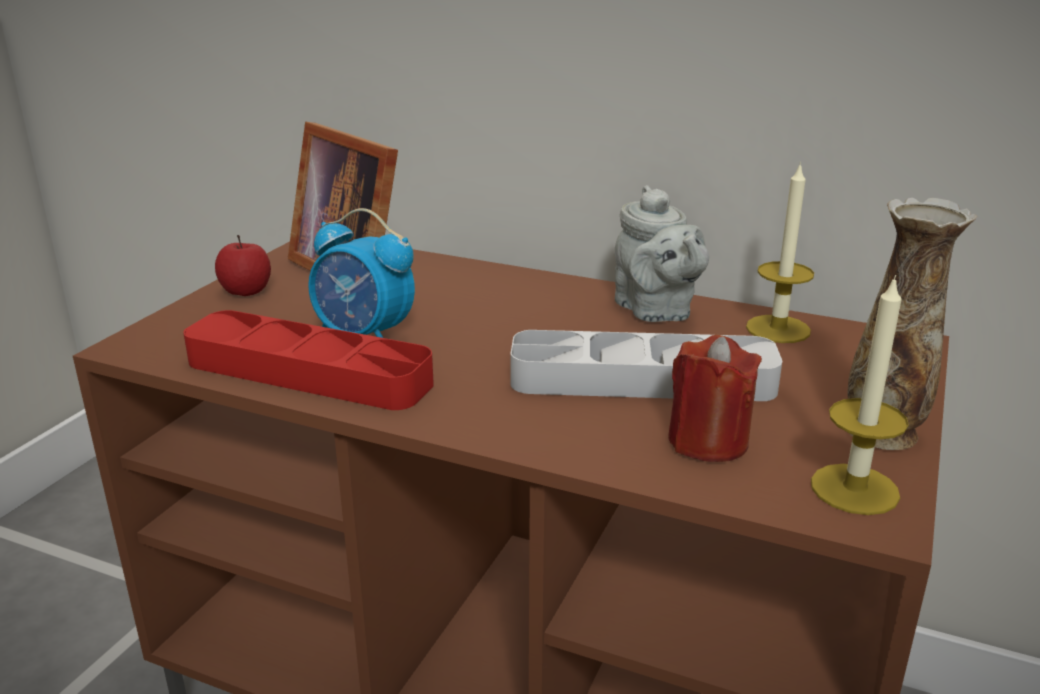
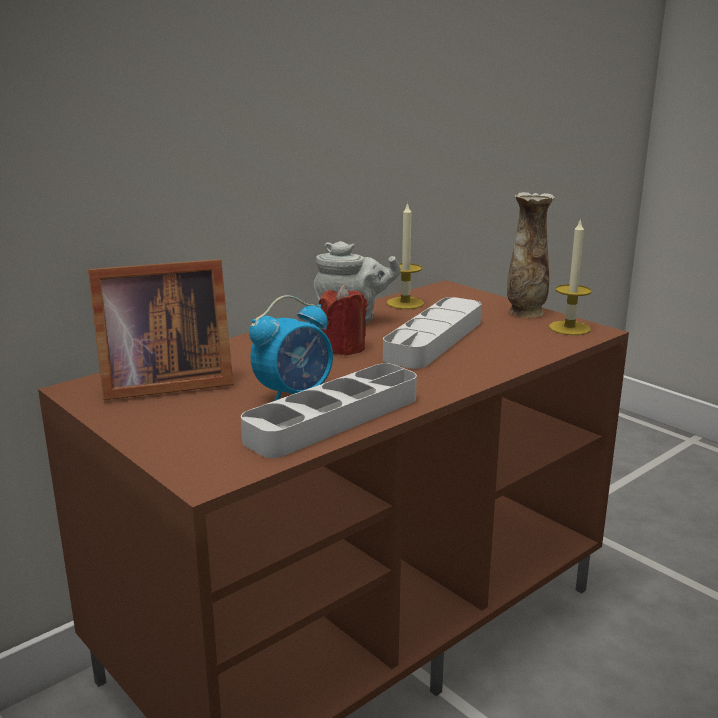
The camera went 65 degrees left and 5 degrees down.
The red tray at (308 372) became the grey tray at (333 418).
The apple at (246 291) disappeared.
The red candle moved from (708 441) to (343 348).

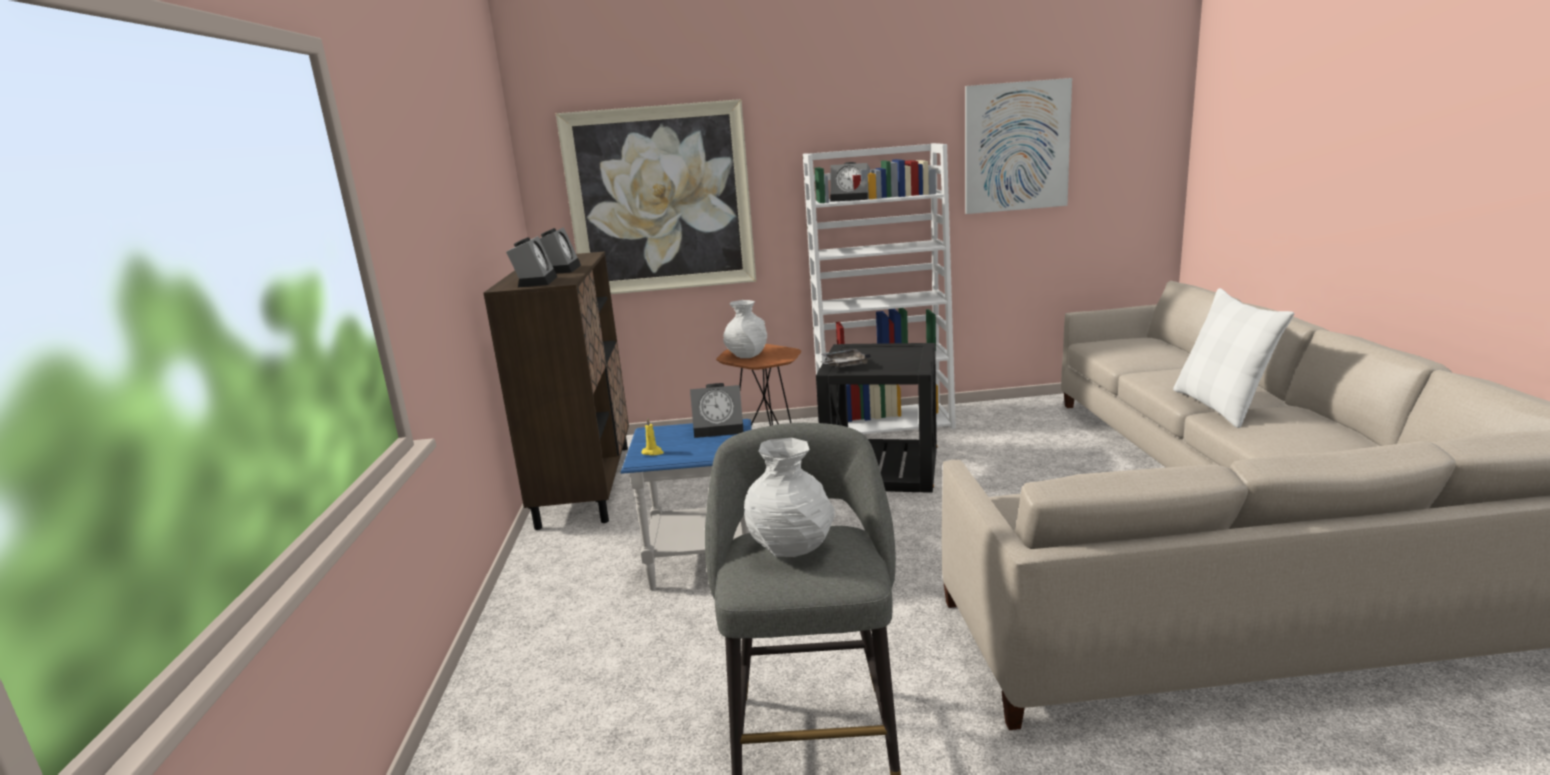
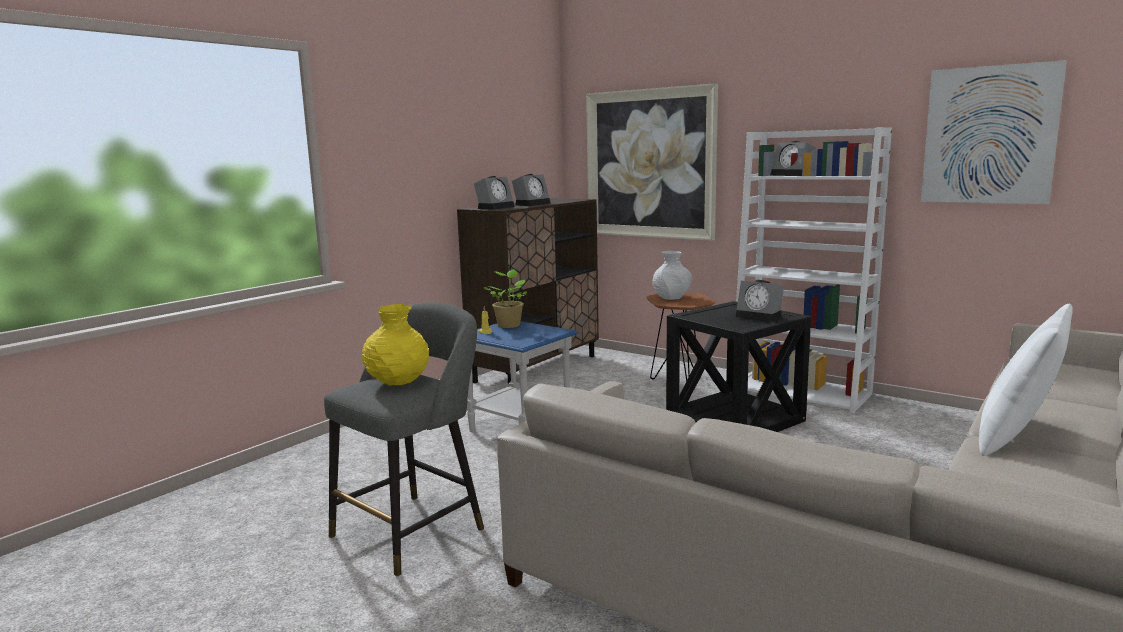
The camera went 40 degrees right and 5 degrees down.
The alarm clock moved from (720 428) to (760 316).
The white vase at (792 547) became the yellow vase at (398 381).
The grey tray at (844 365) disappeared.
The potted plant at (509 325) appeared.

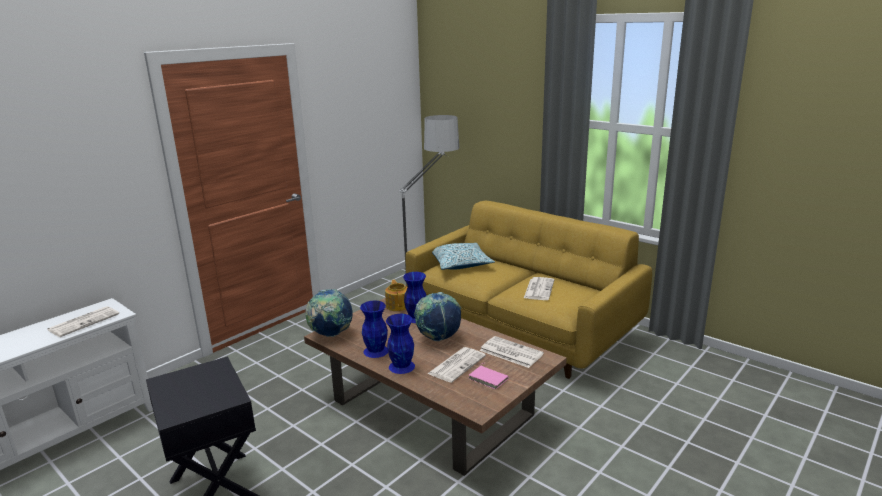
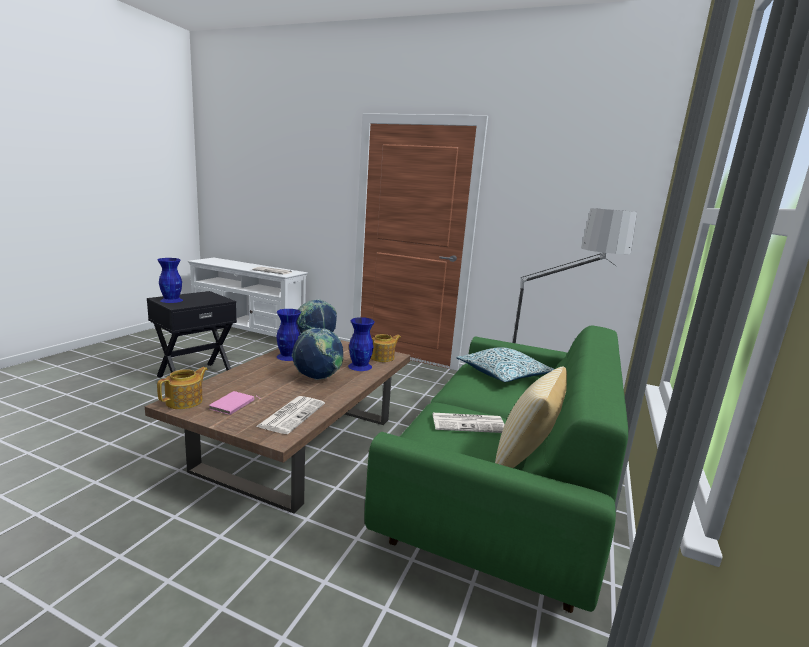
The camera went 70 degrees right and 5 degrees down.
The blue vase moved from (402 366) to (172 300).
The yellow sofa at (522 328) became the green sofa at (502 490).
The newspaper at (457 364) disappeared.
The teapot at (185 401) appeared.
The pillow at (525 461) appeared.

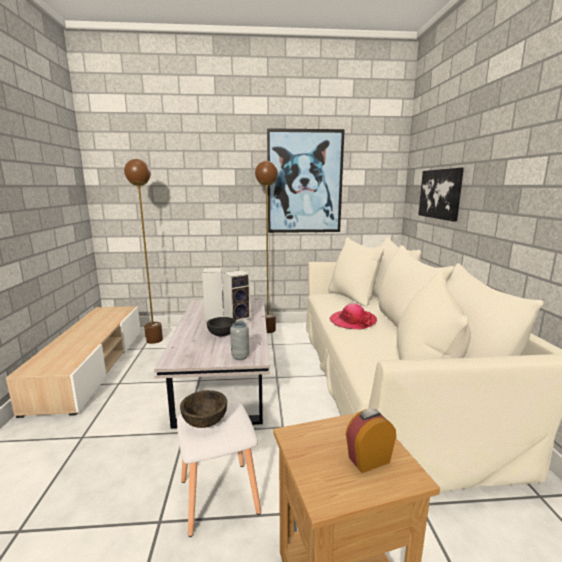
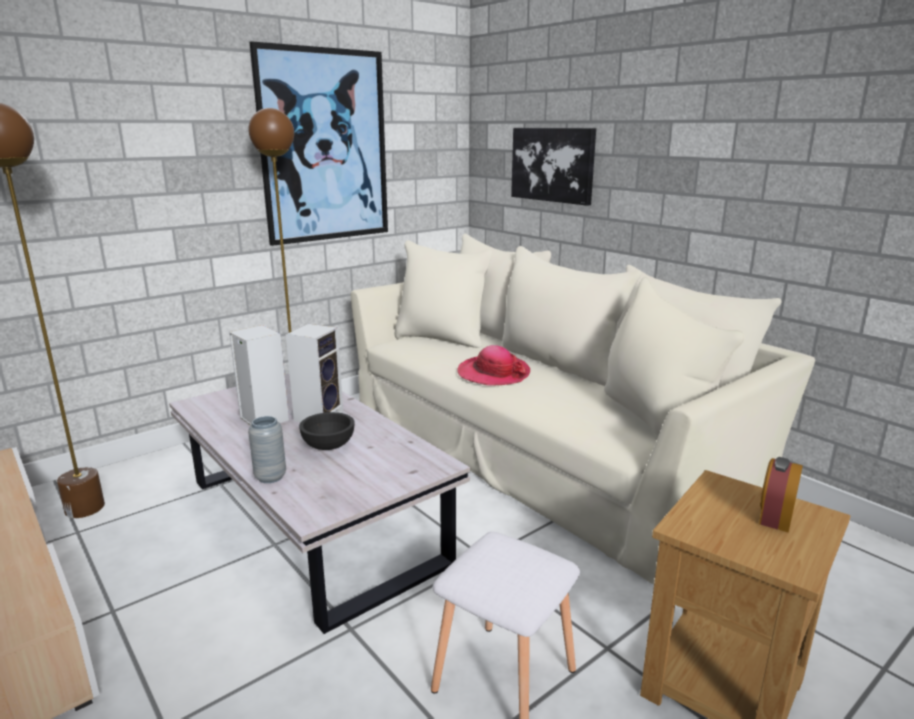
The camera went 35 degrees left and 5 degrees up.
The brown bowl at (205 421) disappeared.
The grey vase moved from (240 357) to (270 477).

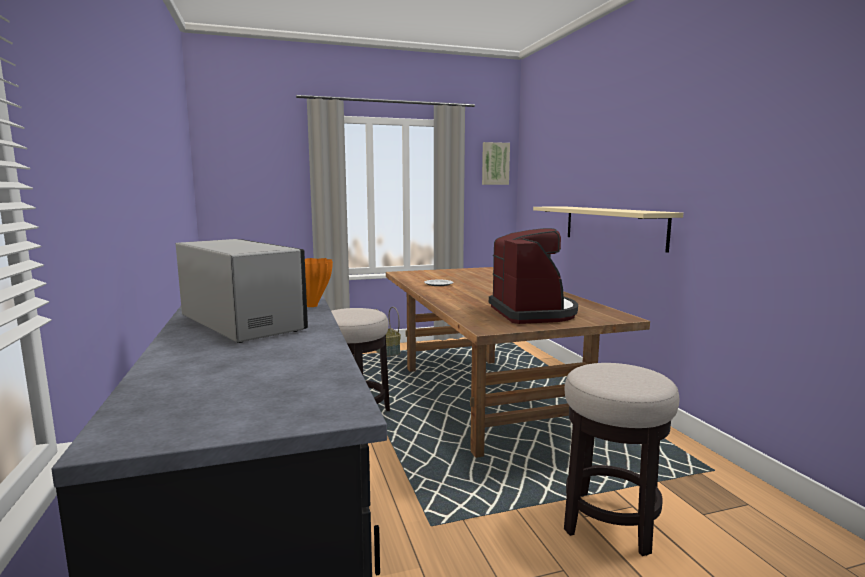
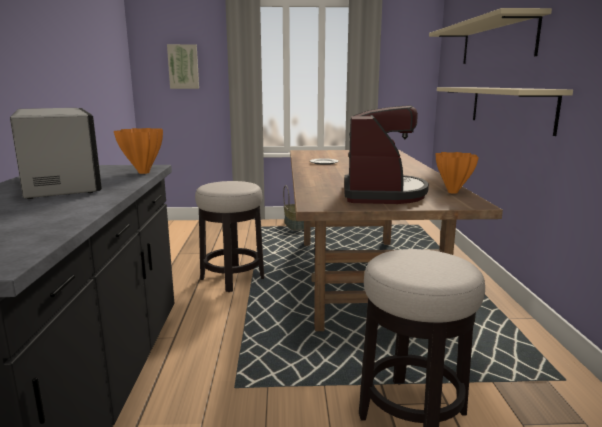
The camera went 15 degrees right and 5 degrees up.
The picture moved from (495 163) to (183 66).
The beige shelf at (496 42) appeared.
The orange vase at (453 192) appeared.

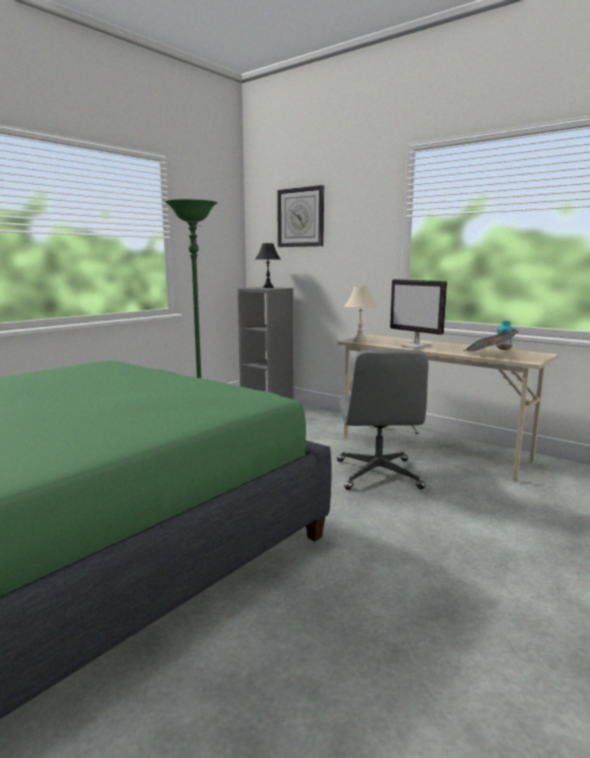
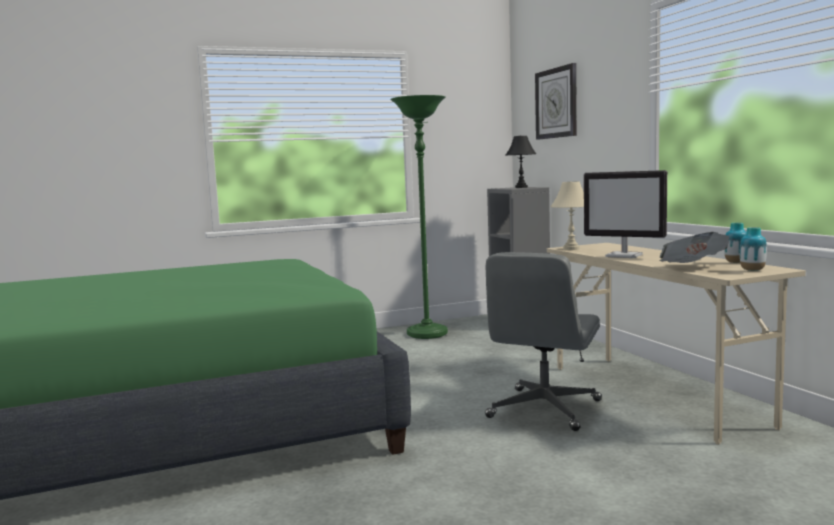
The camera went 30 degrees right and 5 degrees down.
The monitor at (416 346) turned 45 degrees counterclockwise.
The vase at (752 270) appeared.

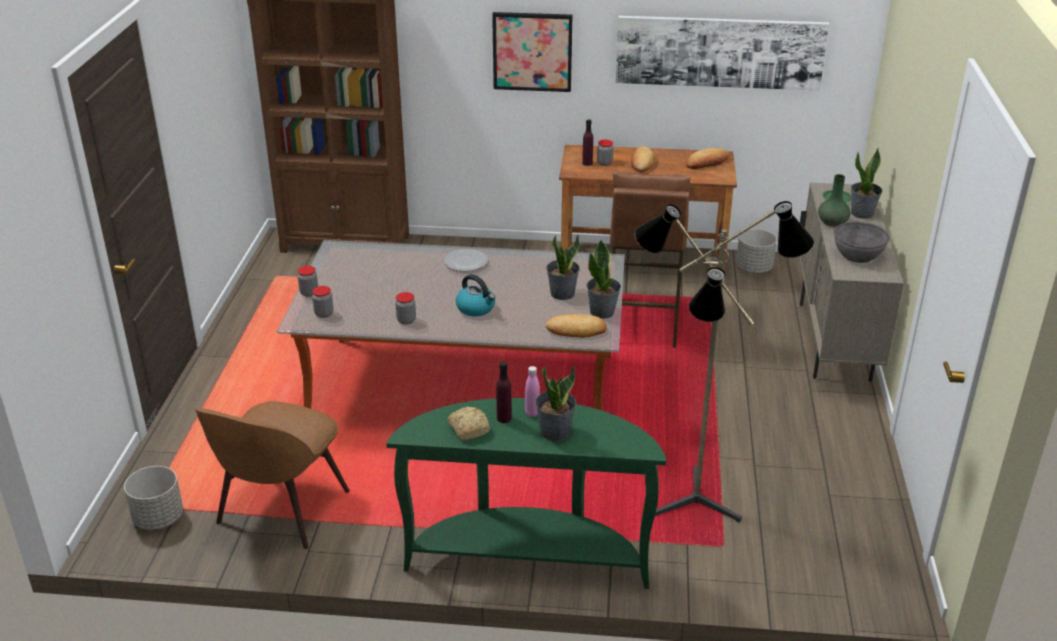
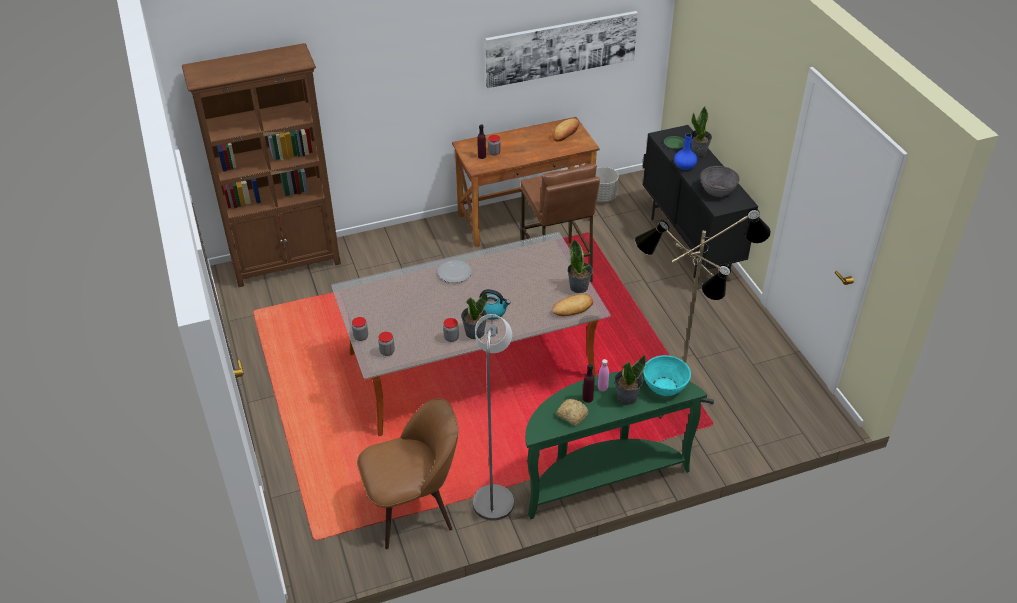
The camera went 25 degrees left and 10 degrees up.
The grey planter at (158 518) disappeared.
The brown chair at (280 511) turned 105 degrees counterclockwise.
The picture at (532 51) disappeared.
The potted plant moved from (562 293) to (474 332).
The bread at (641 163) disappeared.
The beige cabinet at (834 342) became the black cabinet at (690 244).
The green vase at (832 222) became the blue vase at (684 166).
The grey floor lamp at (494 496) appeared.
The turquoise bowl at (665 386) appeared.

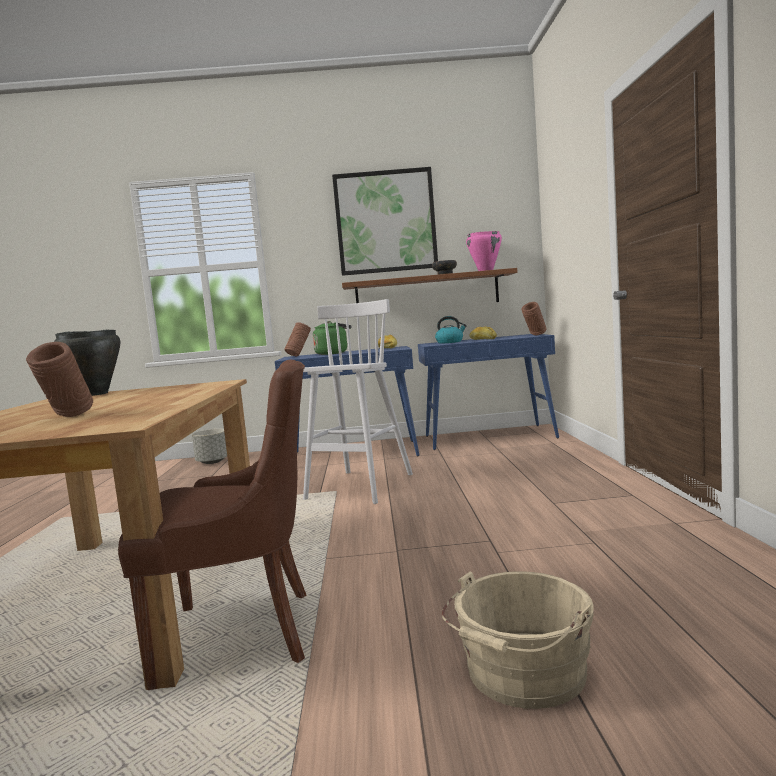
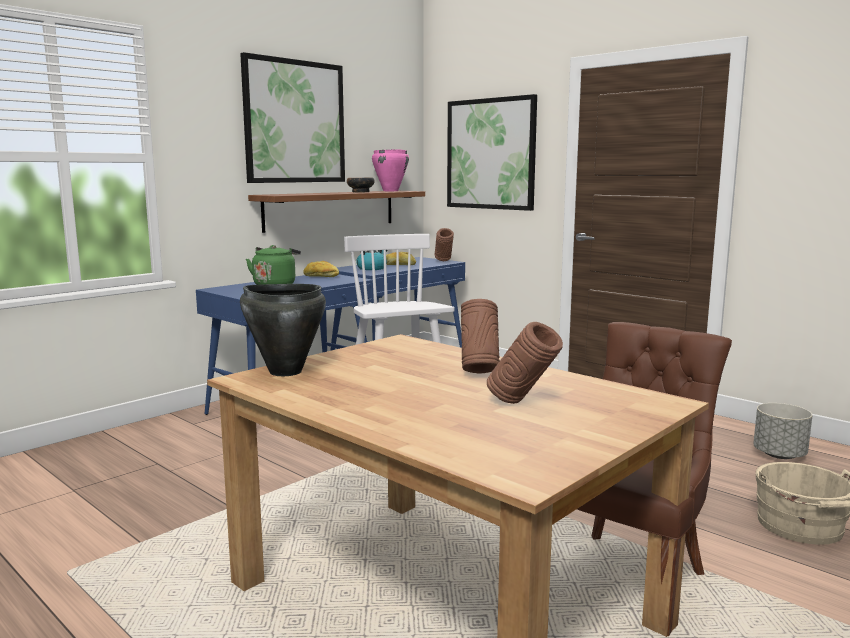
The camera went 45 degrees left and 5 degrees up.
The grey planter moved from (212 462) to (779 455).
The brown vase moved from (299 356) to (479 371).
The picture at (491 154) appeared.

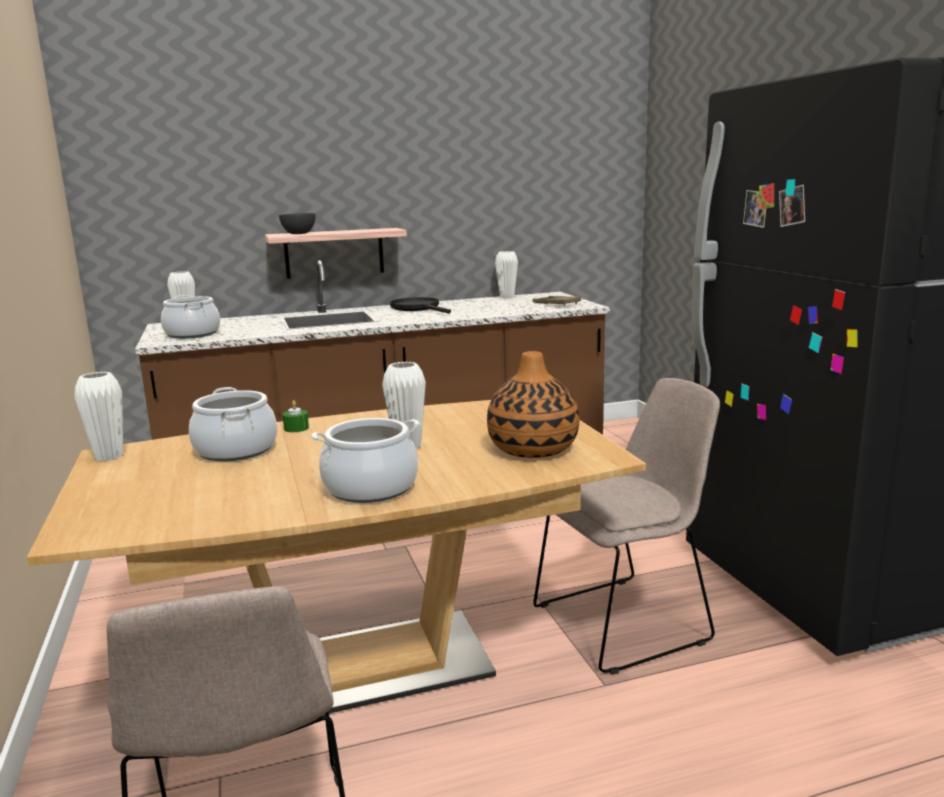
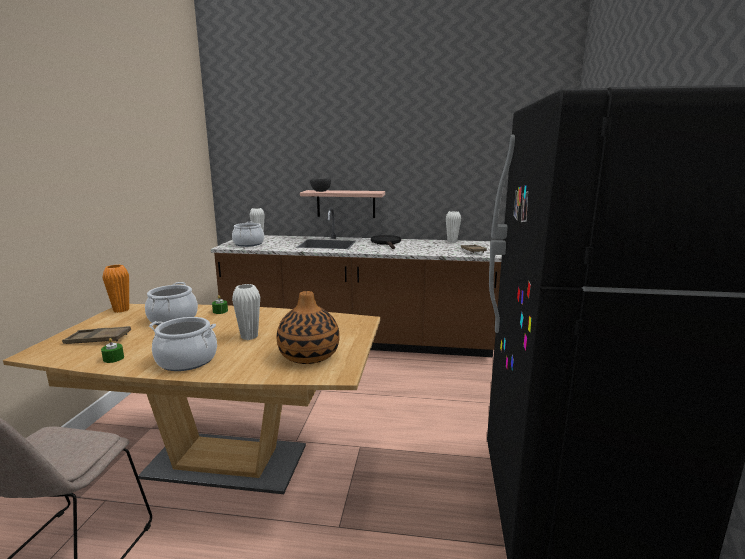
The camera went 25 degrees right and 0 degrees up.
The white vase at (109 456) became the orange vase at (121 310).
The beige chair at (625 621) disappeared.
The brown tray at (98 340) appeared.
The green candle at (113 358) appeared.

